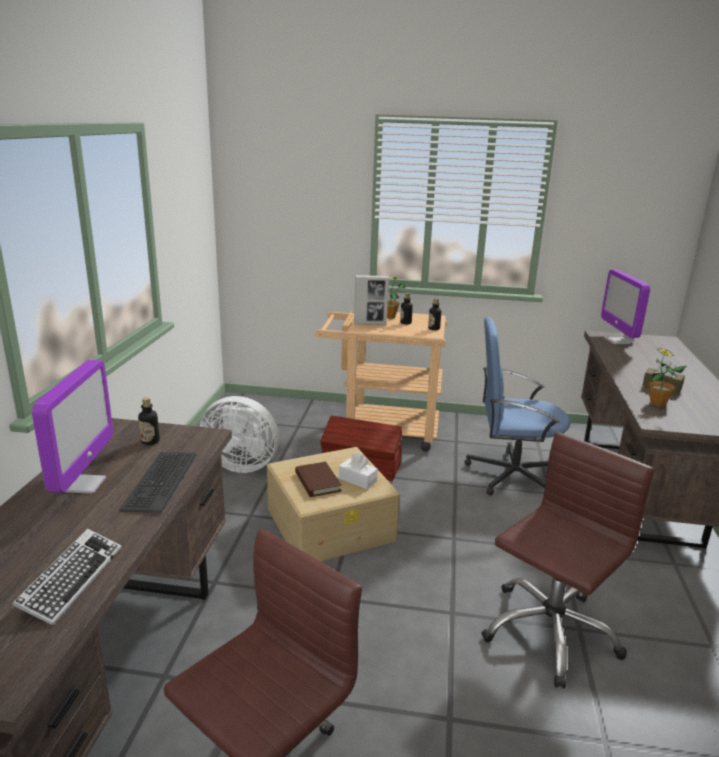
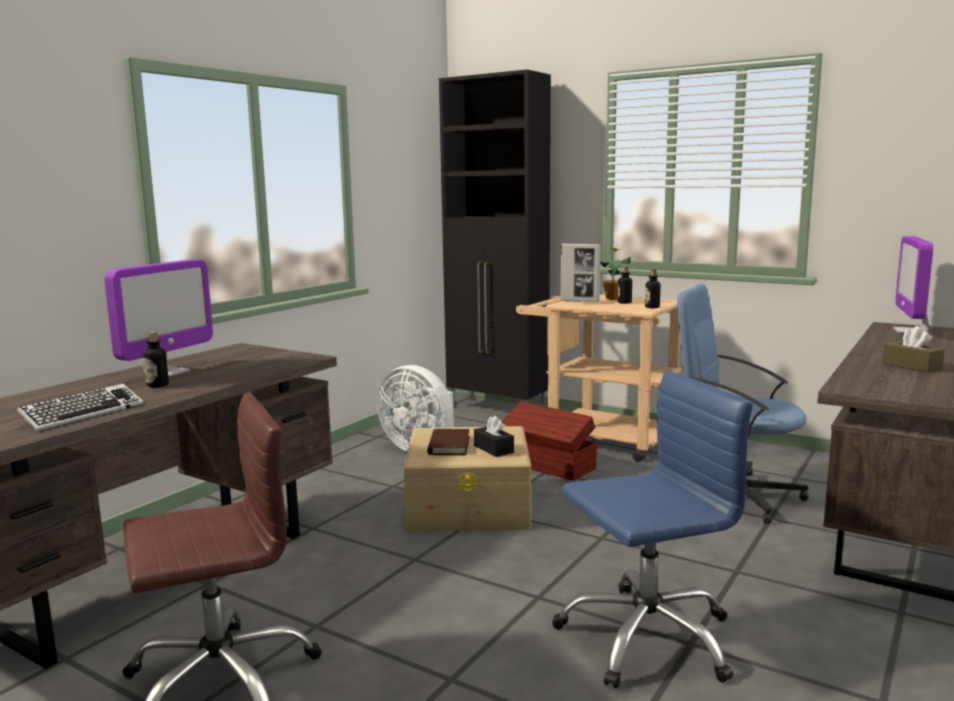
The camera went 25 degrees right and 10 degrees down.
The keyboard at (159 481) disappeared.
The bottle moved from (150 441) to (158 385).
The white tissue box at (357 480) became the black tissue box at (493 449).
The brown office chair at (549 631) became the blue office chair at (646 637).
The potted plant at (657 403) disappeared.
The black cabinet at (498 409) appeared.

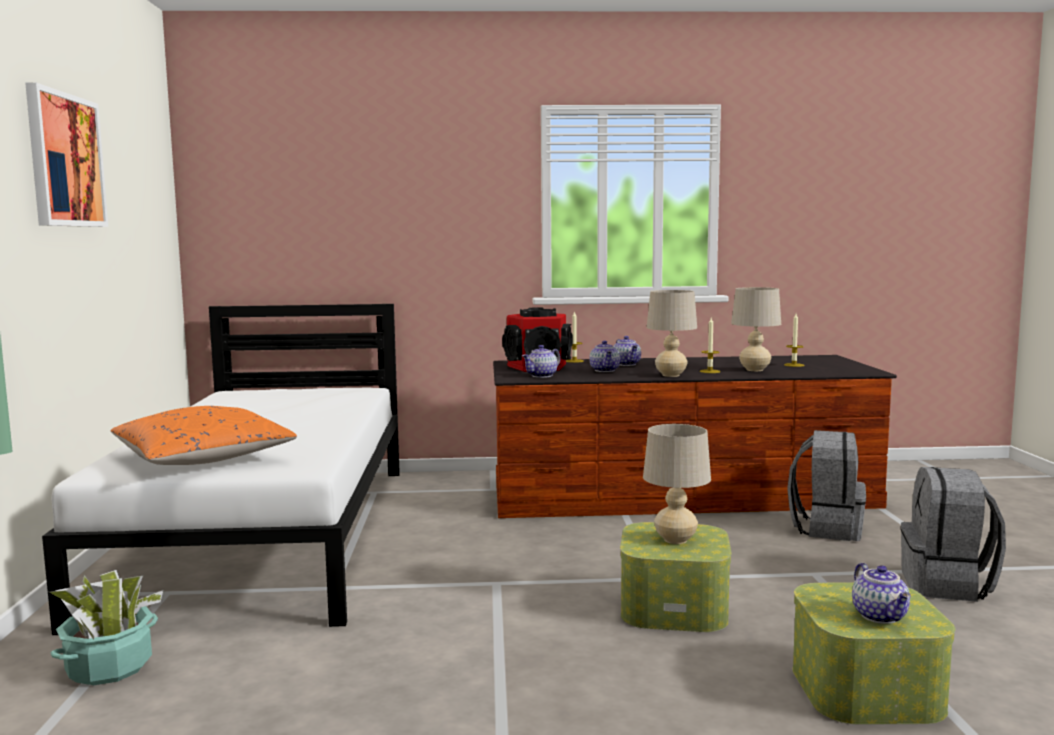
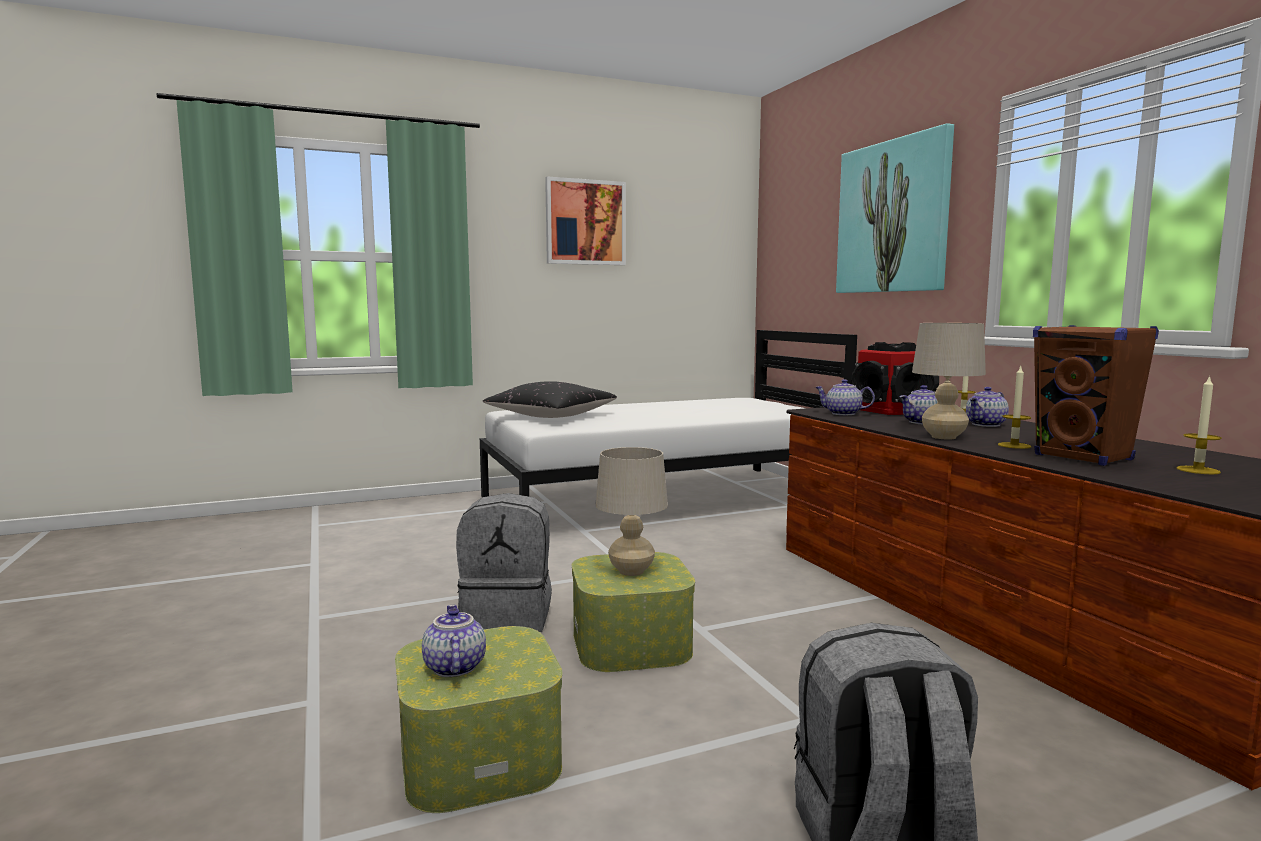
The camera went 70 degrees right and 0 degrees up.
The potted plant at (109 668) disappeared.
The orange pillow at (203 459) became the black pillow at (551 417).
The beige table lamp at (754 370) was replaced by the brown speaker at (1084 458).
The grey backpack moved from (826 528) to (508 617).
The teapot at (881 616) turned 105 degrees clockwise.
The picture at (893 217) appeared.

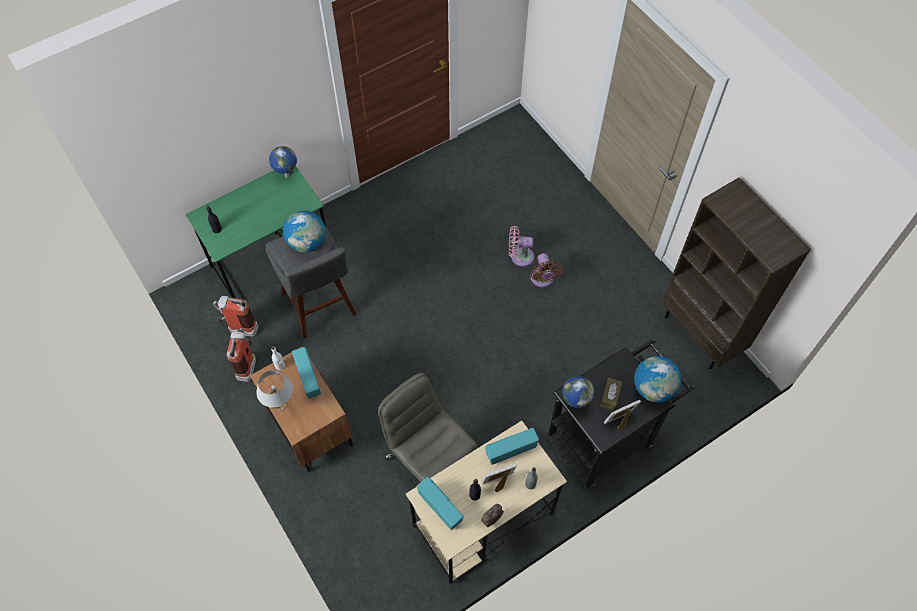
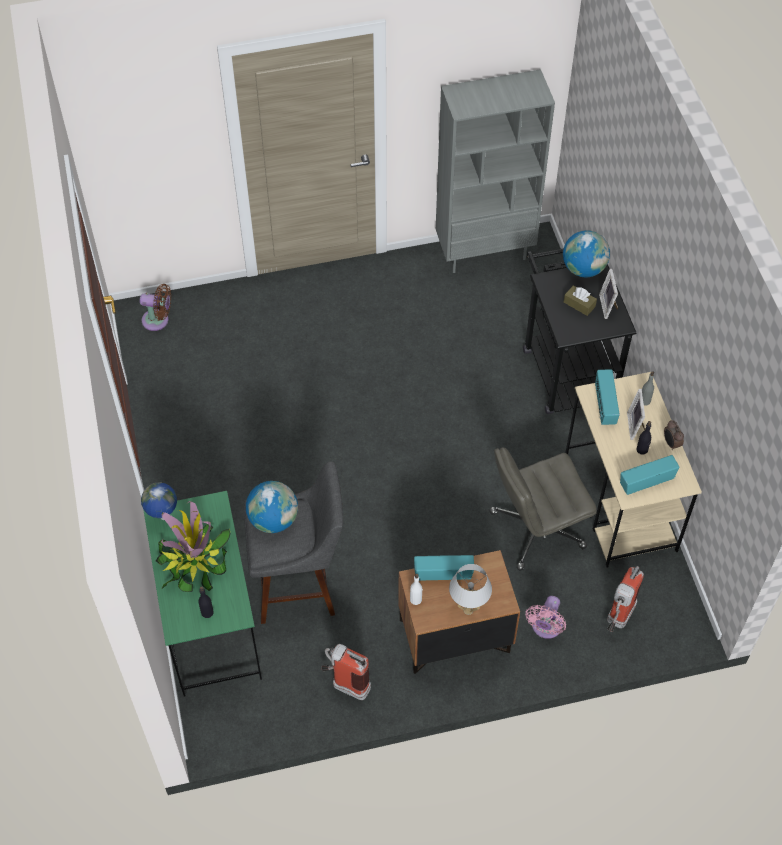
The camera went 70 degrees left and 5 degrees down.
The fire extinguisher moved from (239 328) to (617 619).
The pink fan moved from (519 256) to (545 627).
The brown fan moved from (542 279) to (158 320).
The globe at (574 403) disappeared.
The brown bookcase at (701 334) became the grey bookcase at (485 251).
The potted plant at (194 563) appeared.

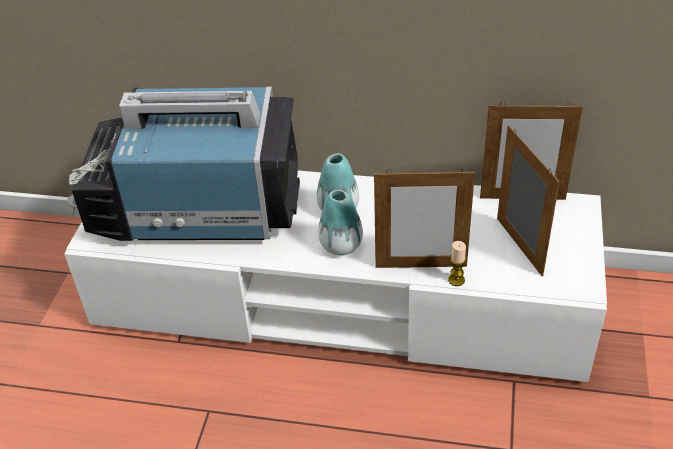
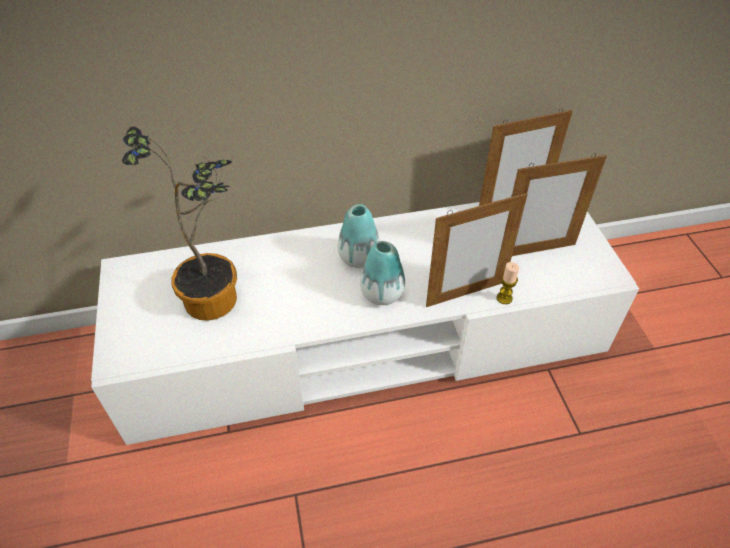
The camera went 25 degrees left and 5 degrees up.
The television at (196 208) was replaced by the potted plant at (216 295).
The picture frame at (519 246) turned 120 degrees clockwise.

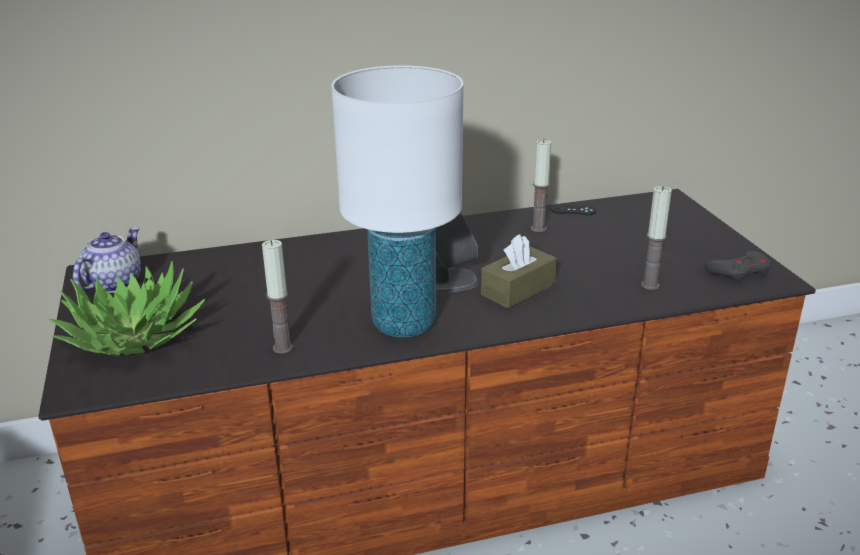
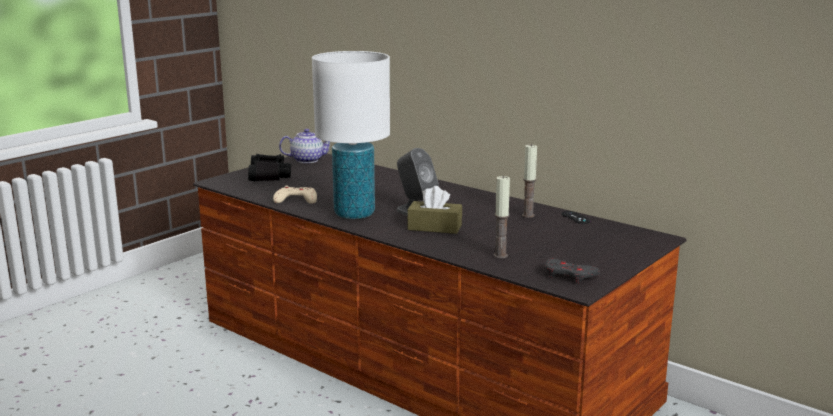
The camera went 55 degrees right and 10 degrees down.
The potted plant at (133 335) was replaced by the black binoculars at (269 176).
The candle at (282 348) was replaced by the beige game controller at (296 200).

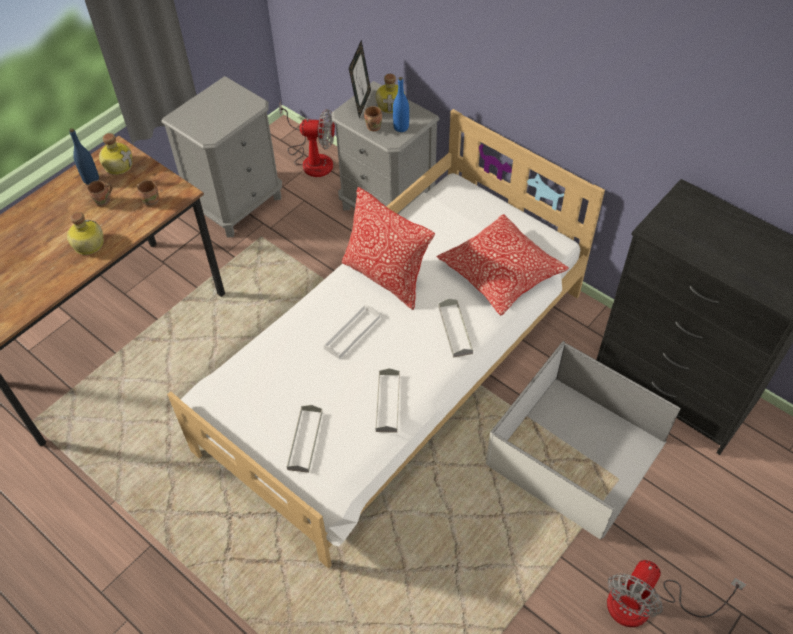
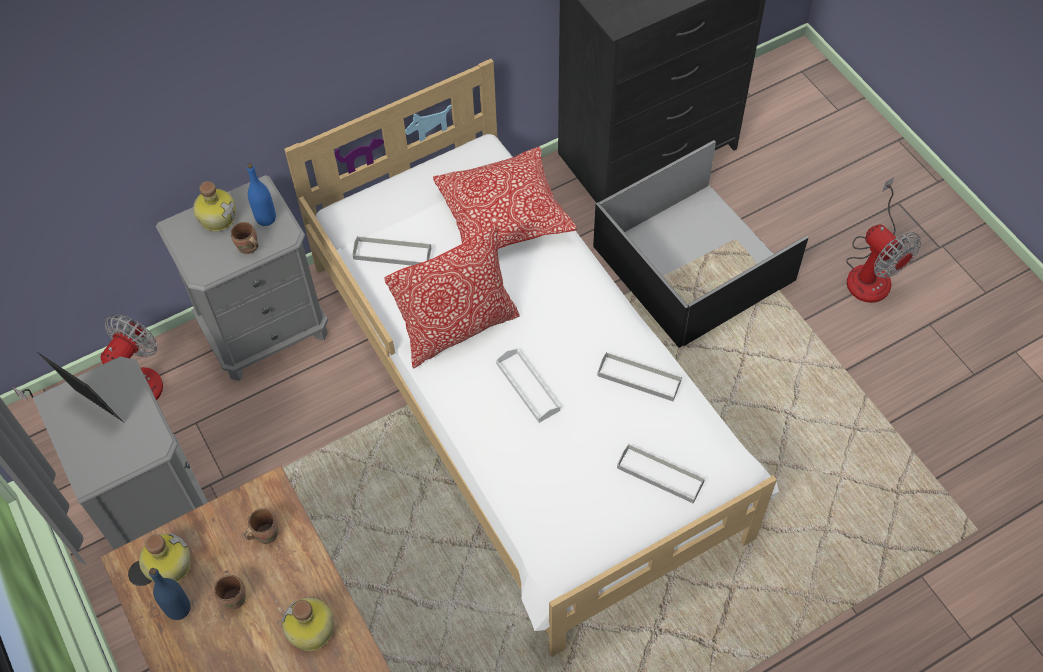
The camera went 70 degrees left and 5 degrees up.
The picture frame moved from (361 103) to (95 410).
The grey tray moved from (455 330) to (392 253).
The white storage box at (575 455) became the black storage box at (695 265).

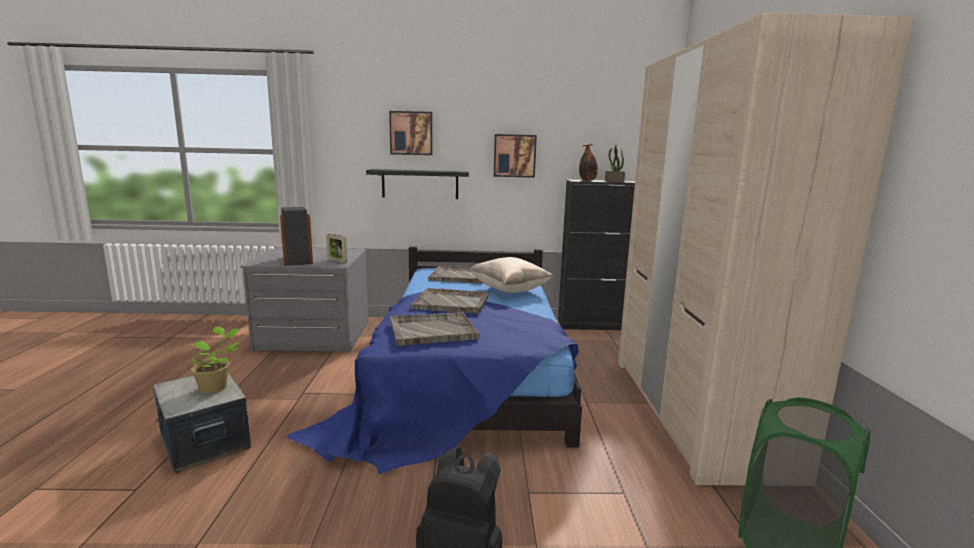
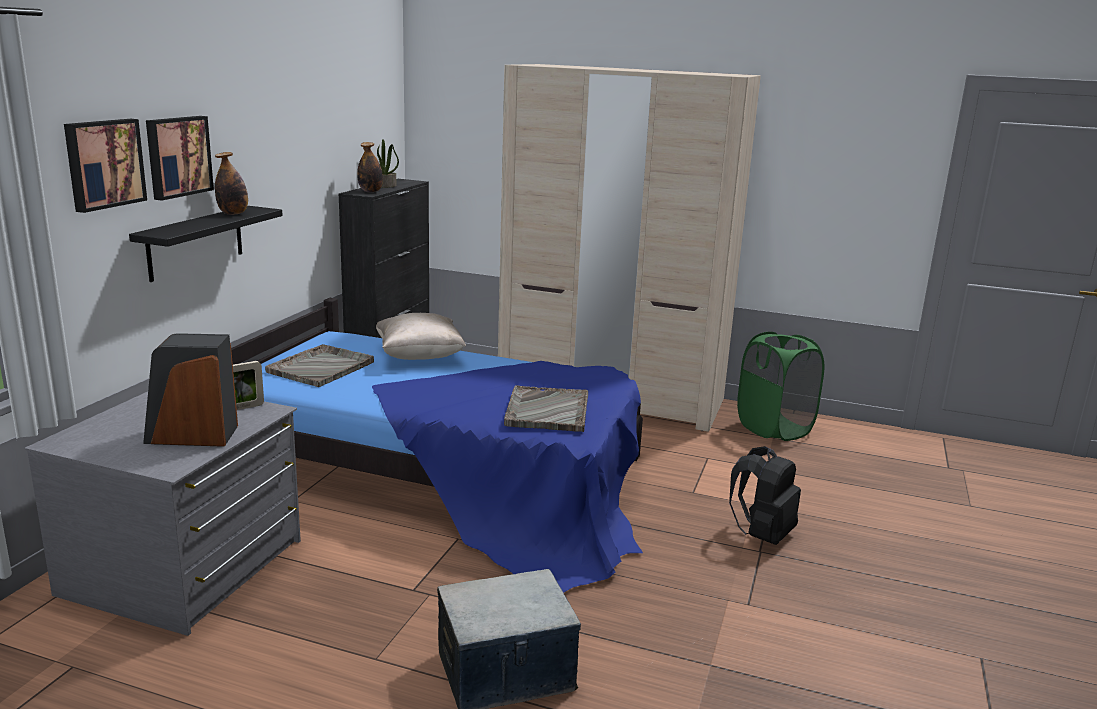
The camera went 70 degrees left and 5 degrees up.
The potted plant at (215 387) disappeared.
The grey tray at (452 302) disappeared.
The picture moved from (514 155) to (103 163).
The bottle at (233 213) appeared.

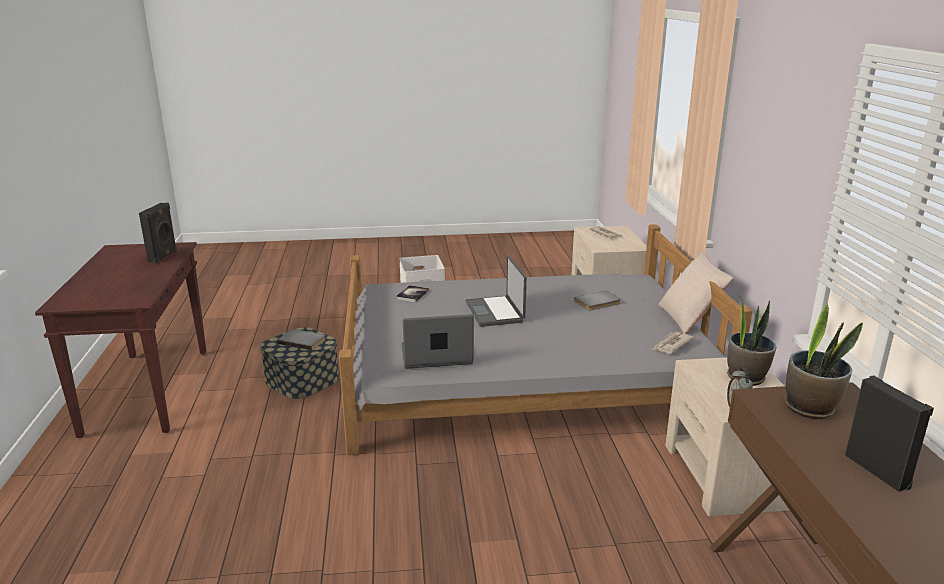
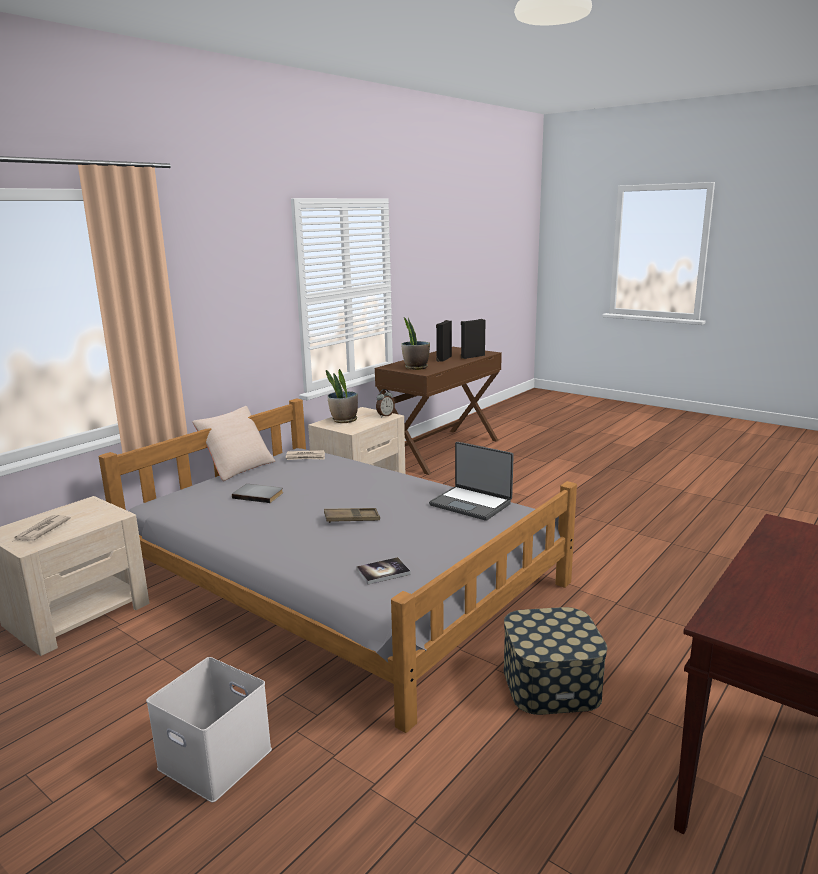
The camera went 135 degrees left and 5 degrees down.
The black speaker moved from (163 256) to (472 356).
The grey book at (302 341) disappeared.
The laptop at (496 312) was replaced by the brown tray at (352 519).

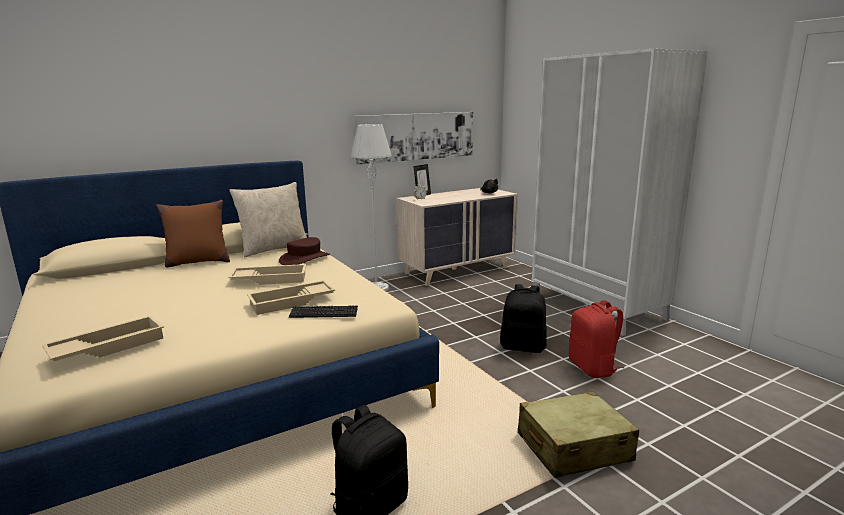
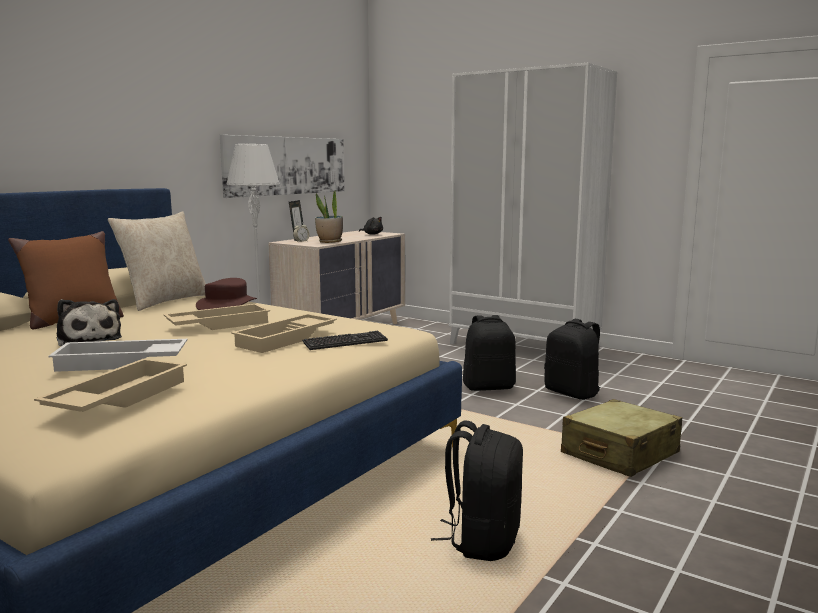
The camera went 25 degrees left and 5 degrees down.
The red backpack at (593 368) became the black backpack at (572 393).
The white tray at (120 363) appeared.
The plush toy at (88 339) appeared.
The potted plant at (329 242) appeared.

